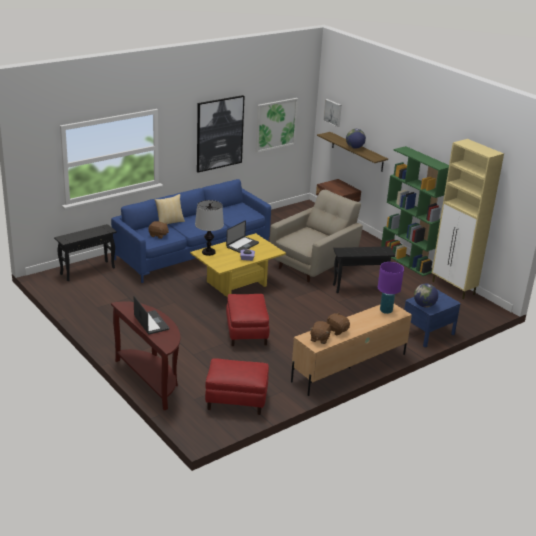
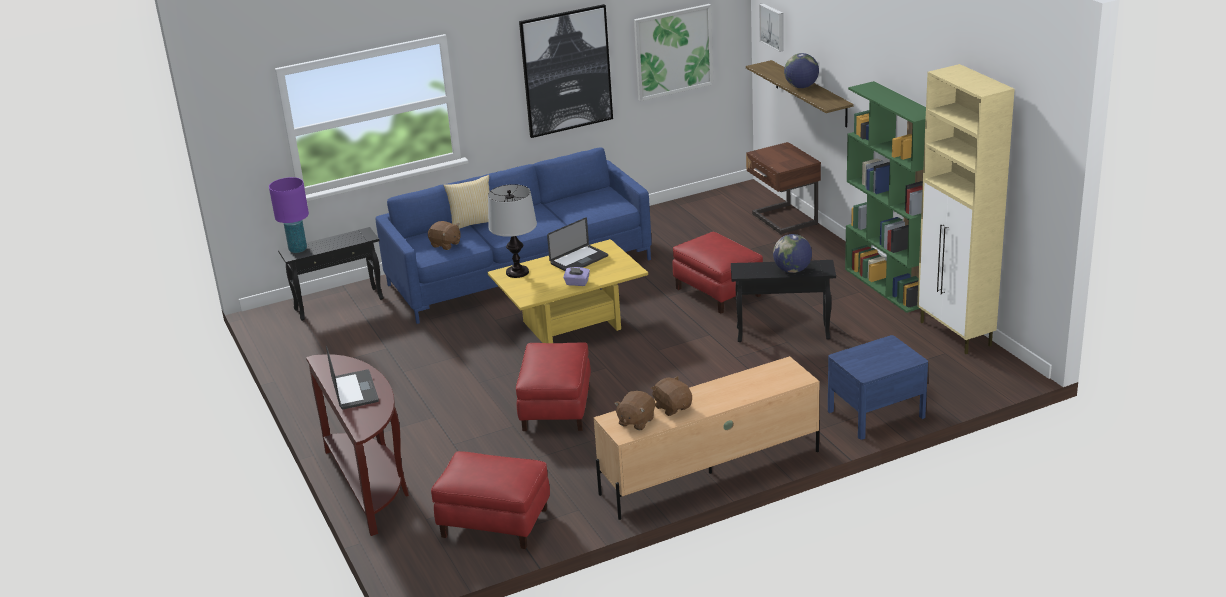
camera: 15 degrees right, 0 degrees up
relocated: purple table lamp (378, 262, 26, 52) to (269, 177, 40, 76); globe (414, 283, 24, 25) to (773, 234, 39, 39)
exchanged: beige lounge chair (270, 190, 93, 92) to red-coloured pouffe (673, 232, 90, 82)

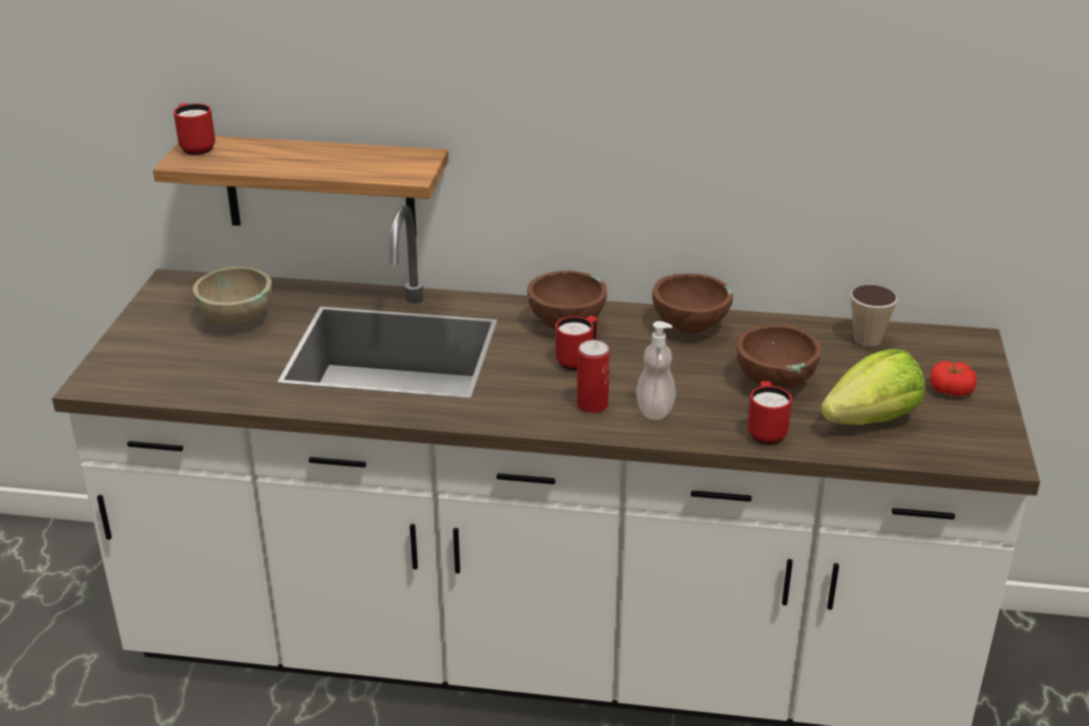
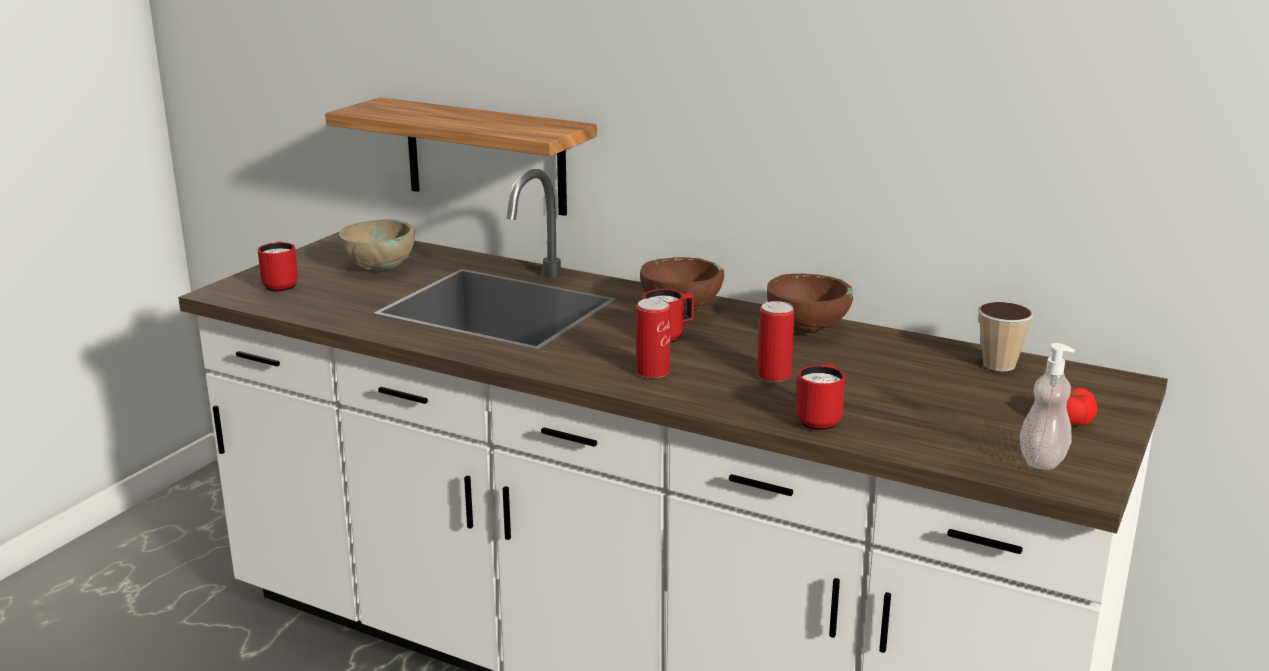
camera: 20 degrees right, 10 degrees down
missing: brown-coloured deep dish (737, 324, 85, 65); head of lettuce (821, 349, 104, 76)
appeared: metal can (757, 301, 37, 81)
relocated: red-coloured tea mug (174, 103, 41, 52) to (258, 242, 40, 50); soap bottle (636, 321, 40, 99) to (1020, 343, 55, 127)

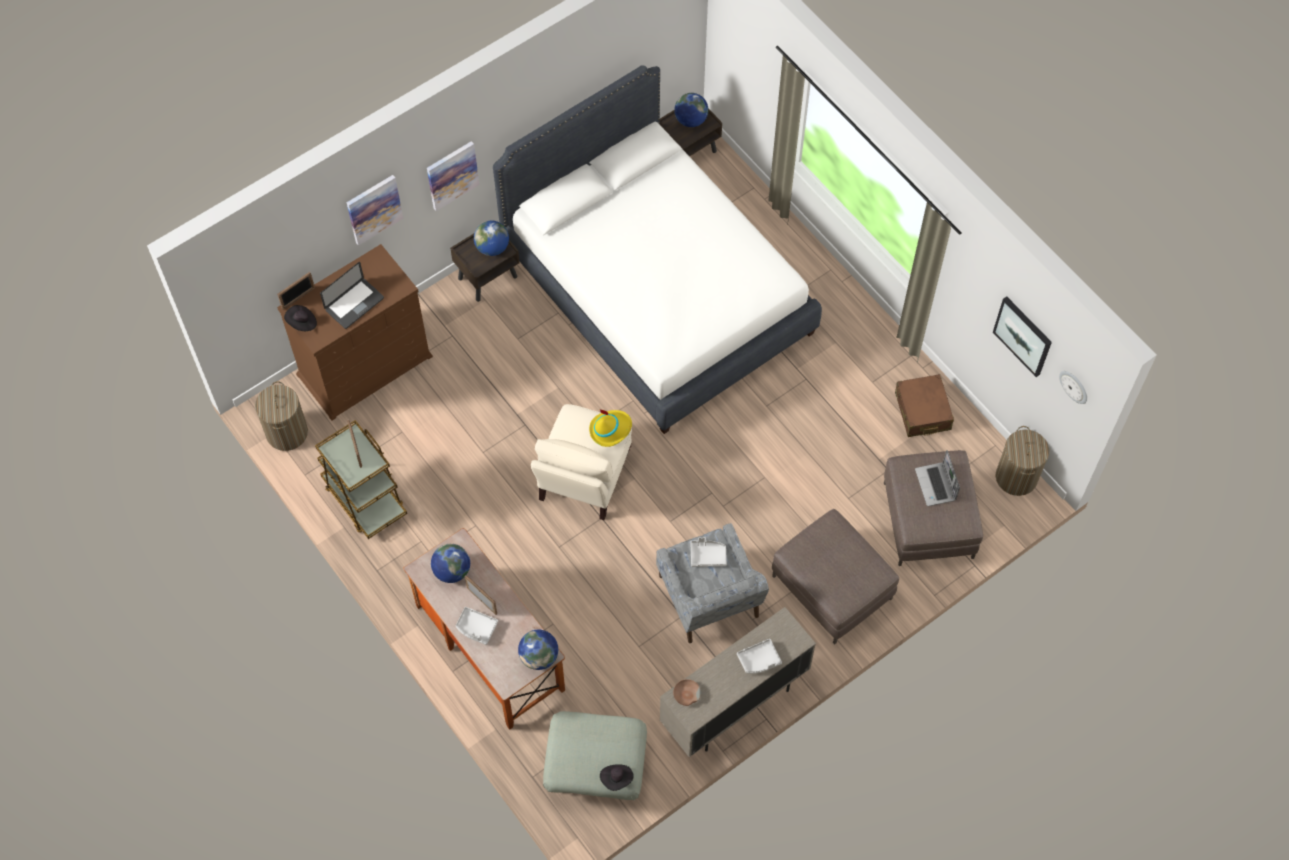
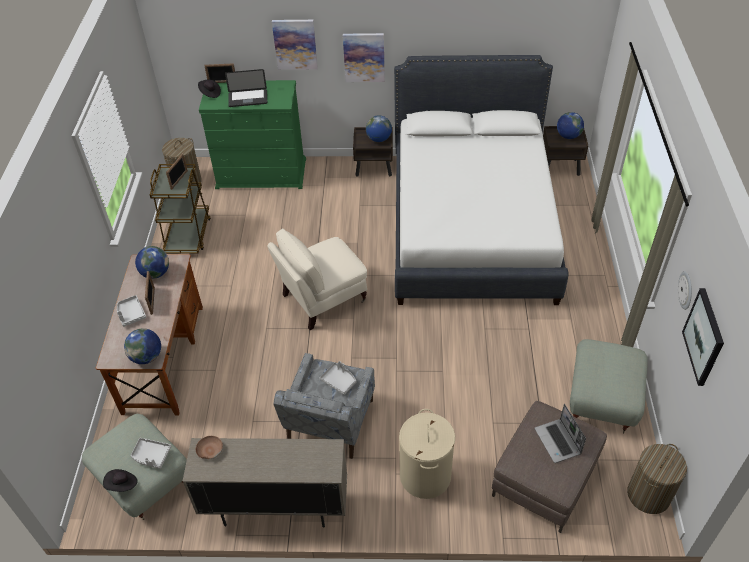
camera: 40 degrees right, 15 degrees down
missing: yellowish wearable hat (589, 409, 43, 38)
relocated: gray carrying tray (737, 639, 45, 35) to (131, 438, 40, 31); hanging clock (1059, 371, 28, 33) to (678, 271, 14, 39)
exchanged: brown-coloured pouffe (772, 509, 127, 135) to beige hamper (399, 409, 56, 90); brown-coloured travel case (895, 374, 59, 63) to gray pouffe (570, 339, 78, 94)
colour: brown-coloured chest of drawers (277, 244, 156, 177) to greenish chest of drawers (199, 80, 107, 109)
spun: notebook computer (915, 450, 45, 56) = (535, 404, 51, 59) 45 degrees counterclockwise

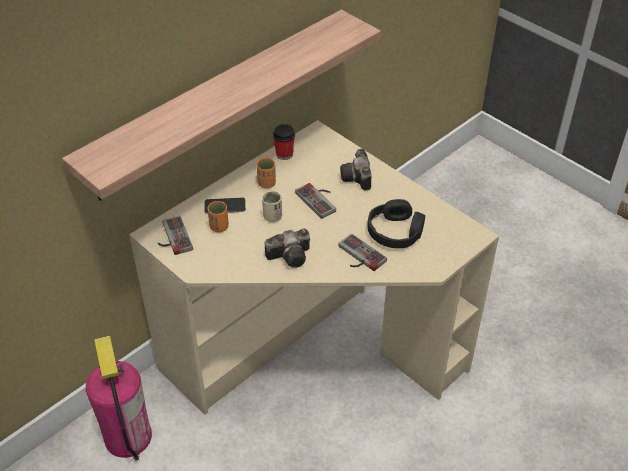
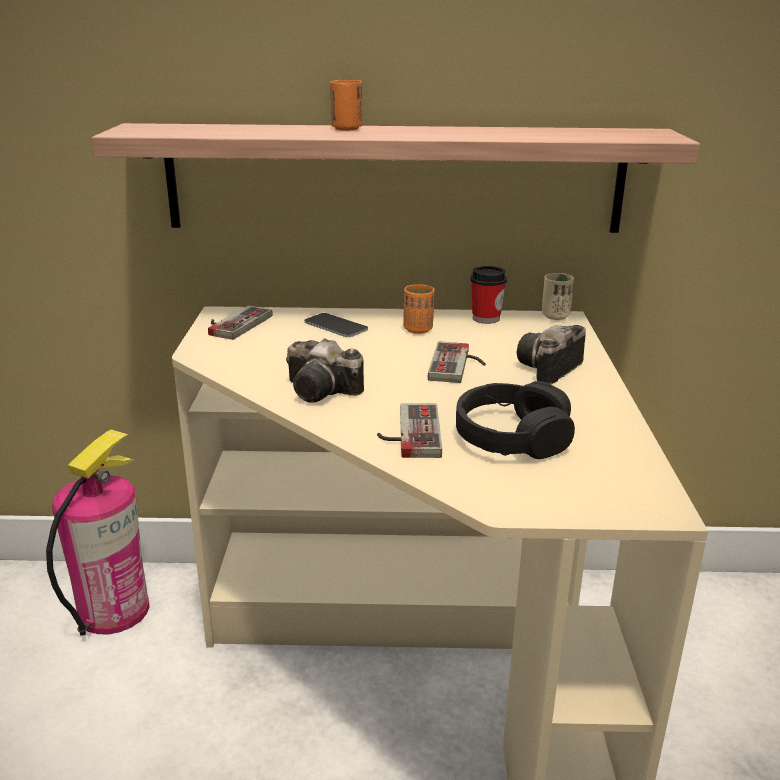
camera: 45 degrees right, 20 degrees down
relocated: orange-coloured cup (207, 201, 22, 31) to (330, 80, 32, 51); beige cup (262, 191, 20, 31) to (542, 273, 32, 47)

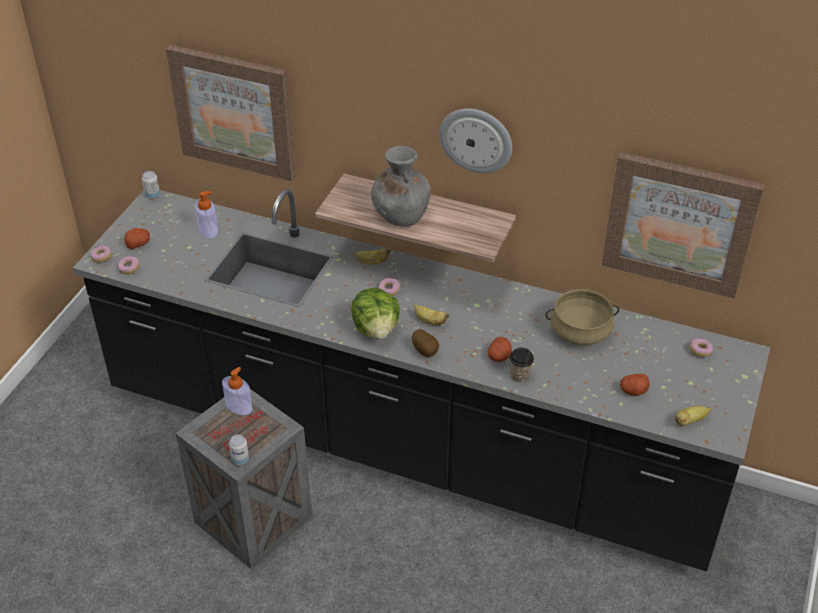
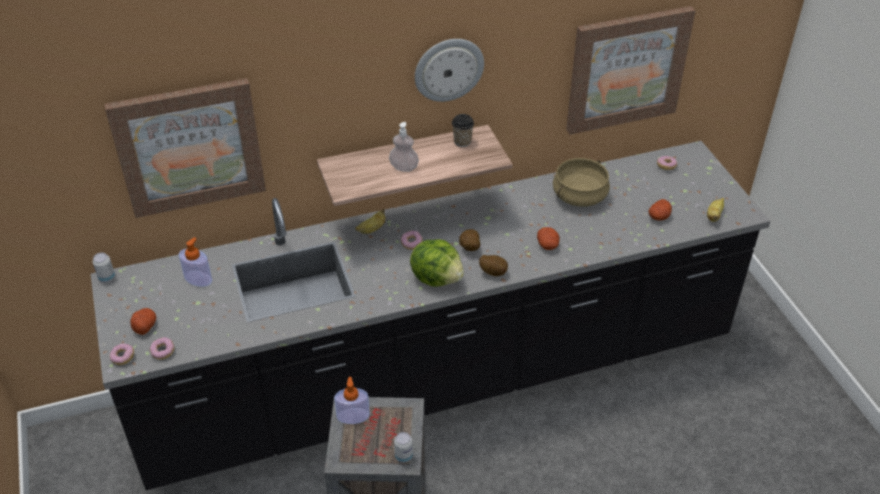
camera: 40 degrees left, 0 degrees up
relocated: cup (509, 348, 25, 35) to (452, 114, 22, 33)
exchanged: gray vase (371, 146, 60, 81) to soap bottle (389, 122, 30, 50); banana (414, 304, 35, 21) to spud (459, 229, 21, 22)

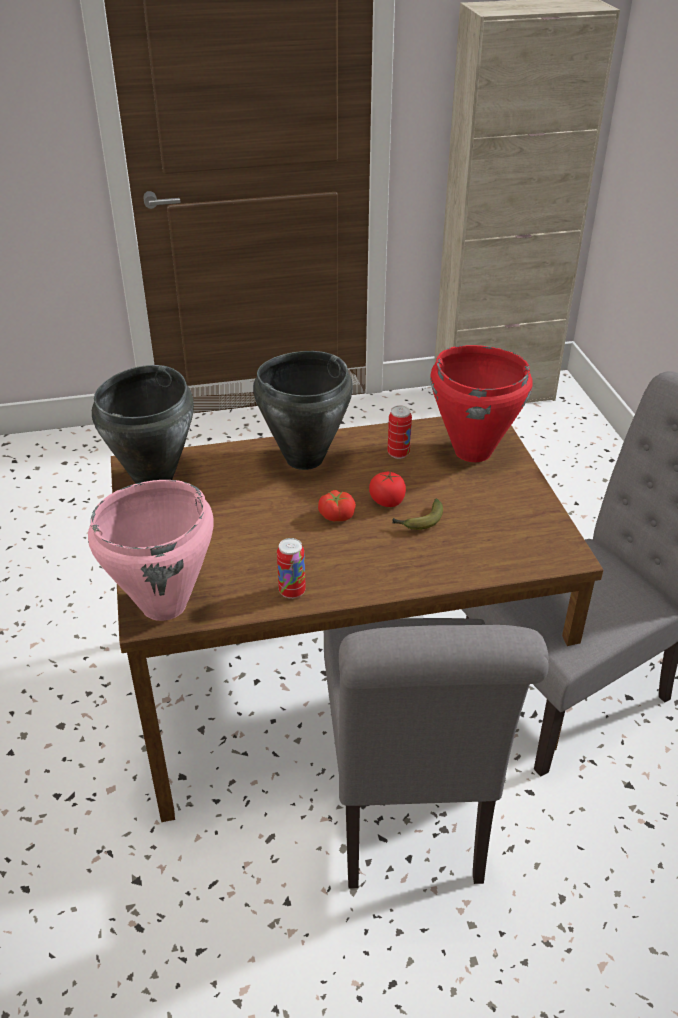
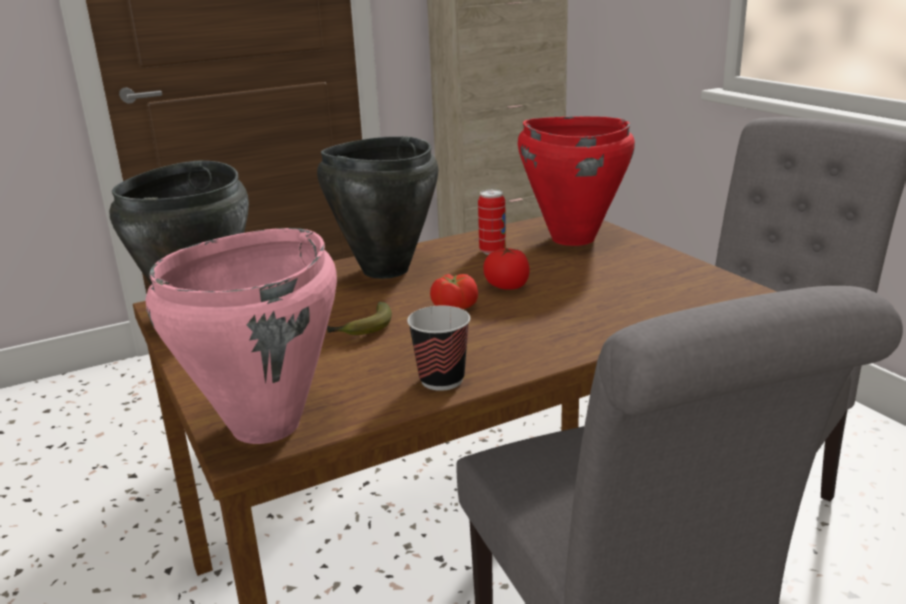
camera: 15 degrees left, 15 degrees down
relocated: banana (392, 499, 51, 31) to (327, 302, 65, 33)
exchanged: metal can (277, 538, 29, 61) to cup (407, 306, 63, 85)

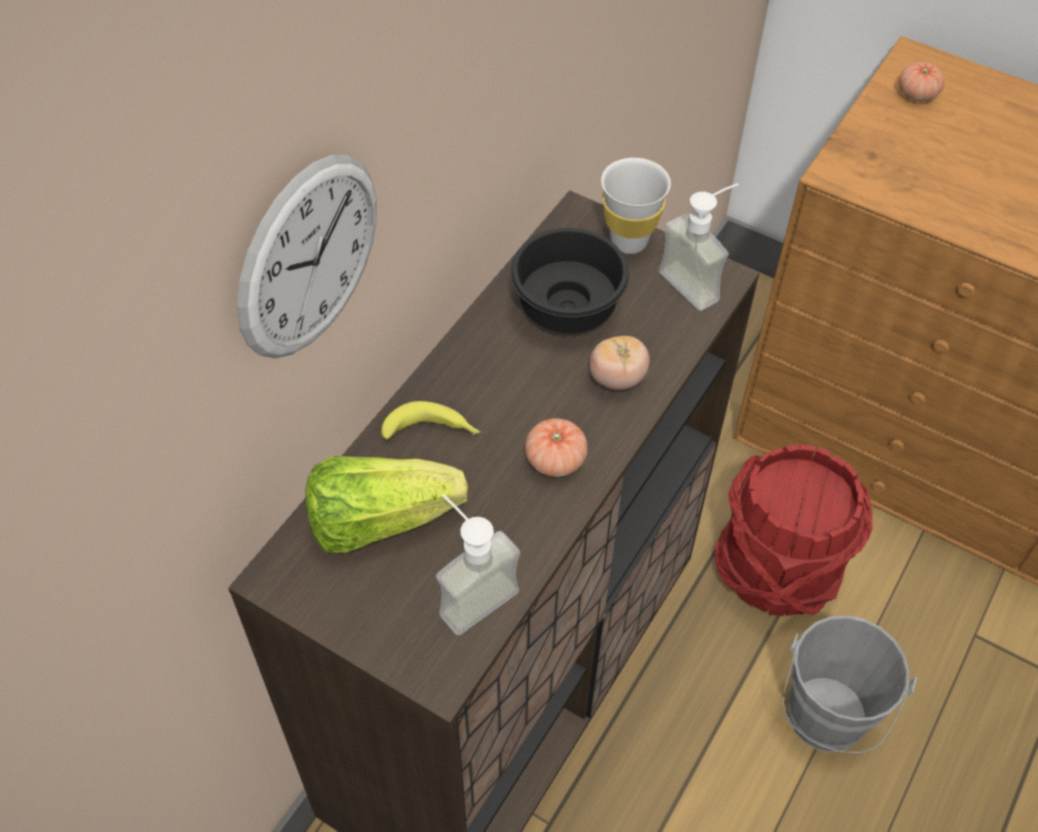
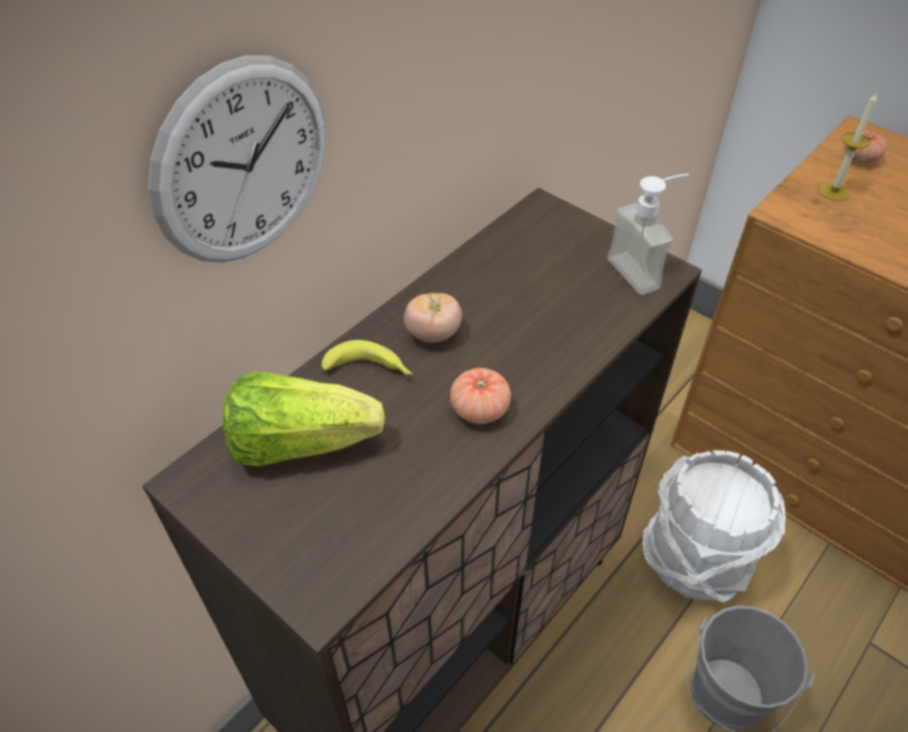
camera: 10 degrees right, 5 degrees down
missing: soap bottle (436, 494, 84, 141); black-coloured deep dish (510, 228, 119, 105); white cup (601, 158, 70, 96)
appeared: wax candle (819, 92, 58, 109)
relocated: fresh tomato (590, 336, 60, 54) to (404, 293, 58, 50)
colour: red-coloured pail (714, 444, 159, 172) to white pail (642, 450, 144, 153)

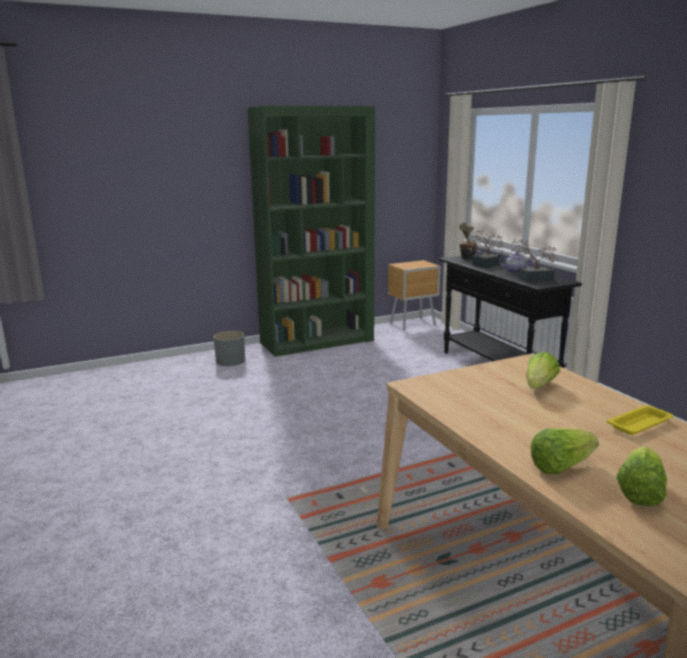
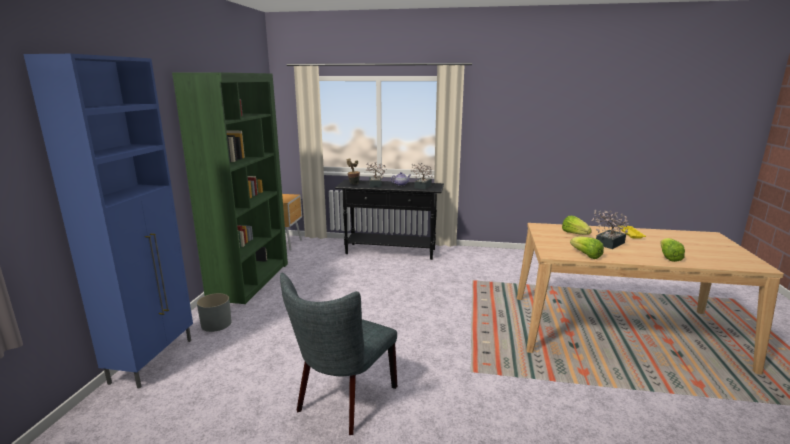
camera: 55 degrees left, 0 degrees up
appeared: blue-coloured cabinet (23, 54, 170, 335); gray plain chair (280, 273, 117, 162); plant in a pot (592, 210, 36, 39)
relocated: head of lettuce (616, 446, 51, 60) to (570, 236, 34, 23)

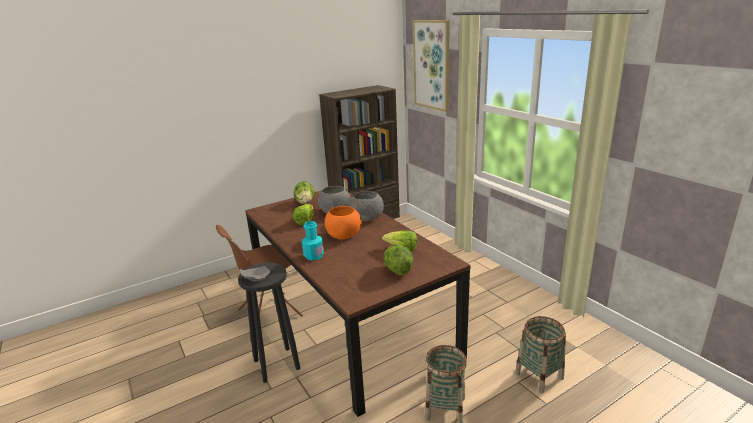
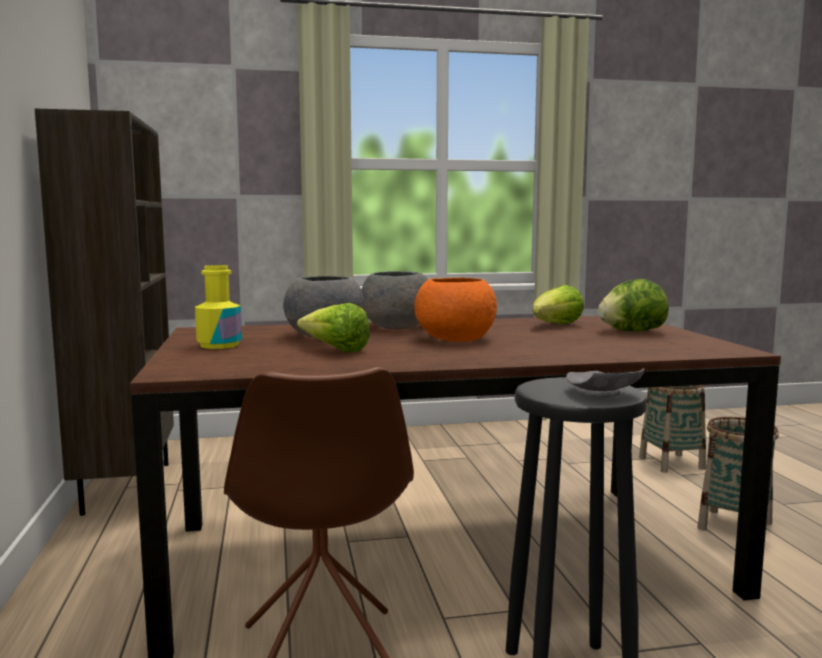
camera: 70 degrees left, 15 degrees down
missing: turquoise-coloured beverage bottle (302, 221, 22, 39); wall picture (413, 20, 37, 92)
exchanged: head of lettuce (294, 181, 21, 23) to yellowish beverage bottle (195, 265, 47, 84)

